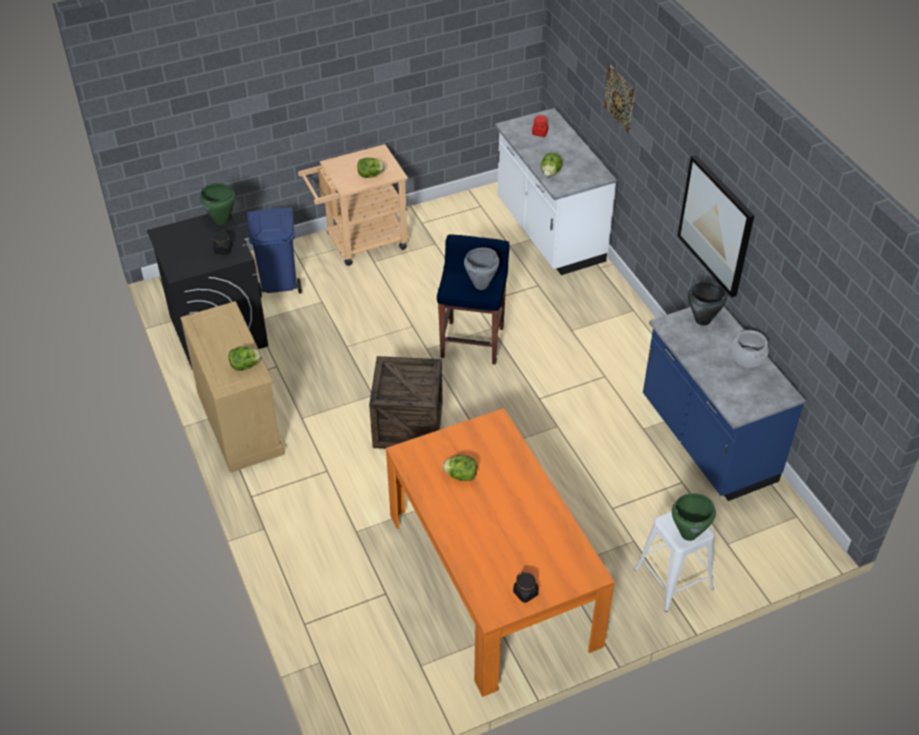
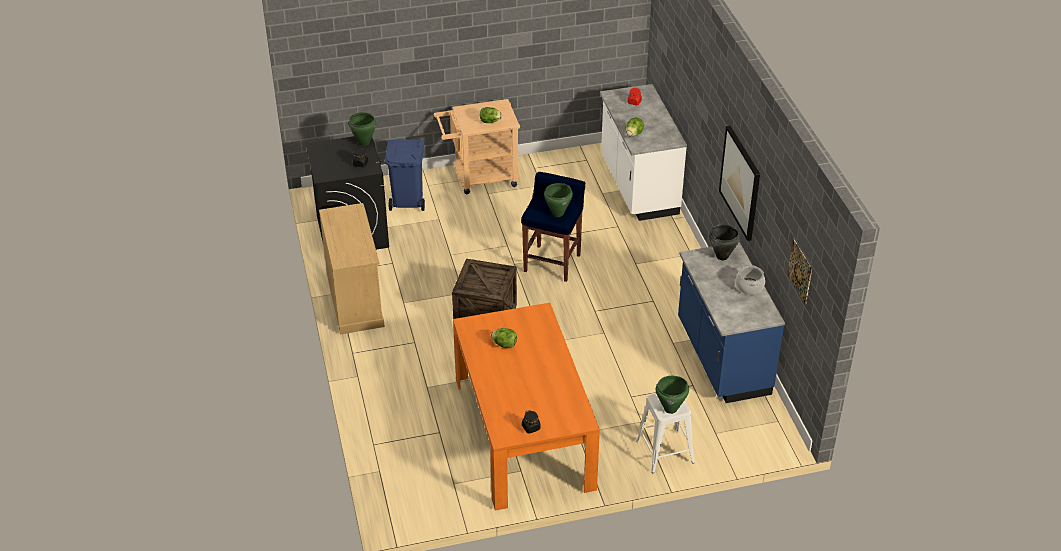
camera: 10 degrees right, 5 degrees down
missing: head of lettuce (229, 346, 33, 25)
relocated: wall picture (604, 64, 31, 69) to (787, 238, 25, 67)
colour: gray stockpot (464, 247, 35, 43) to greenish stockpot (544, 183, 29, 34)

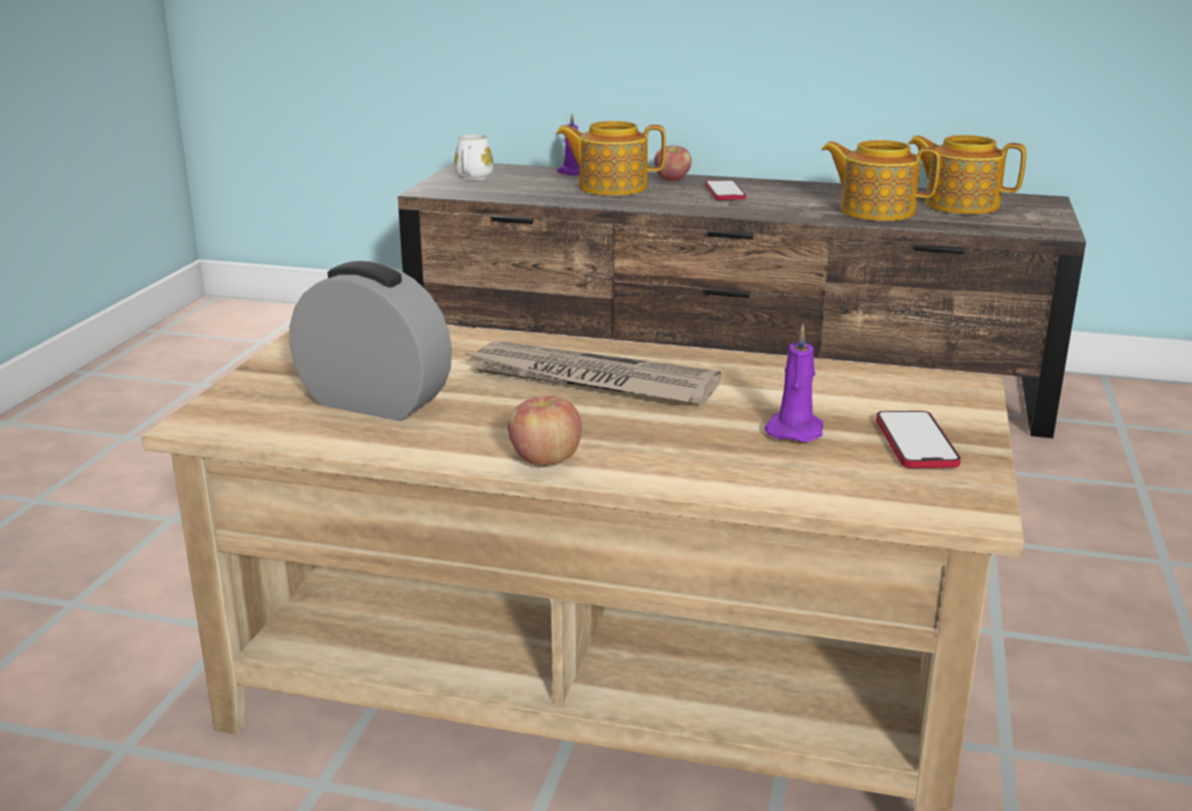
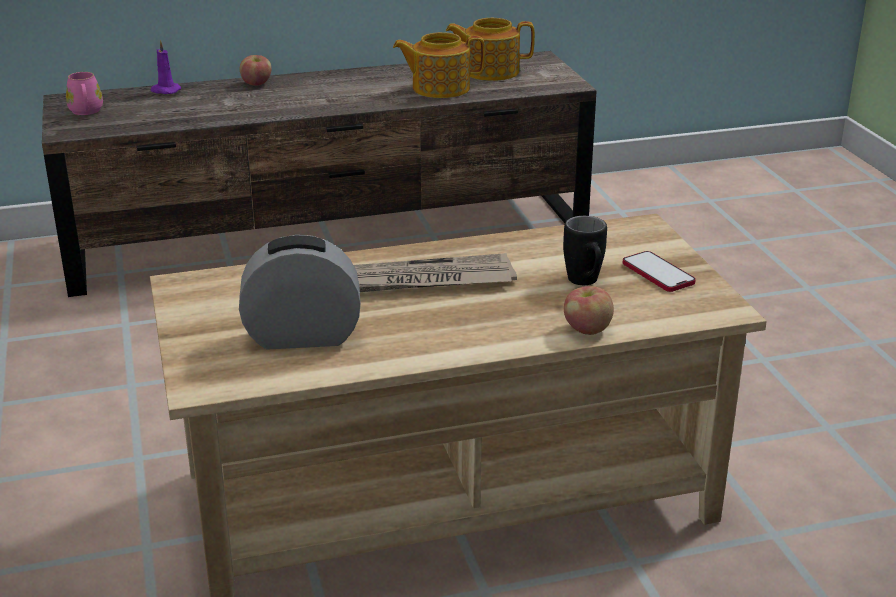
camera: 30 degrees left, 5 degrees up
missing: tea pot (556, 121, 110, 75); handset (705, 180, 41, 20)
relocated: whole apple (508, 396, 74, 70) to (564, 286, 50, 49)
exchanged: purple wax candle (764, 324, 59, 118) to black-coloured tea mug (563, 216, 44, 69)
colour: white tea mug (454, 134, 39, 47) to pink tea mug (66, 72, 37, 43)

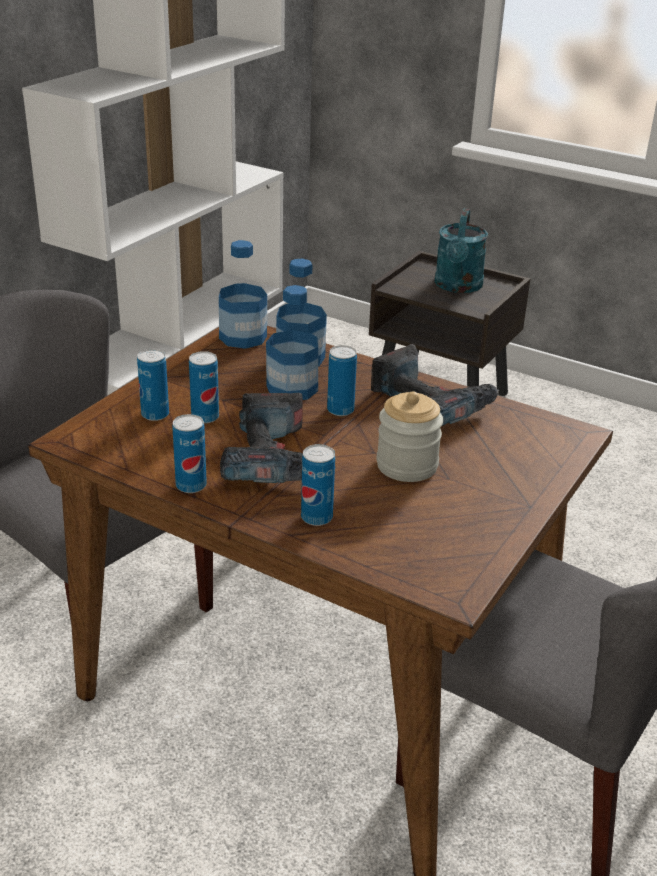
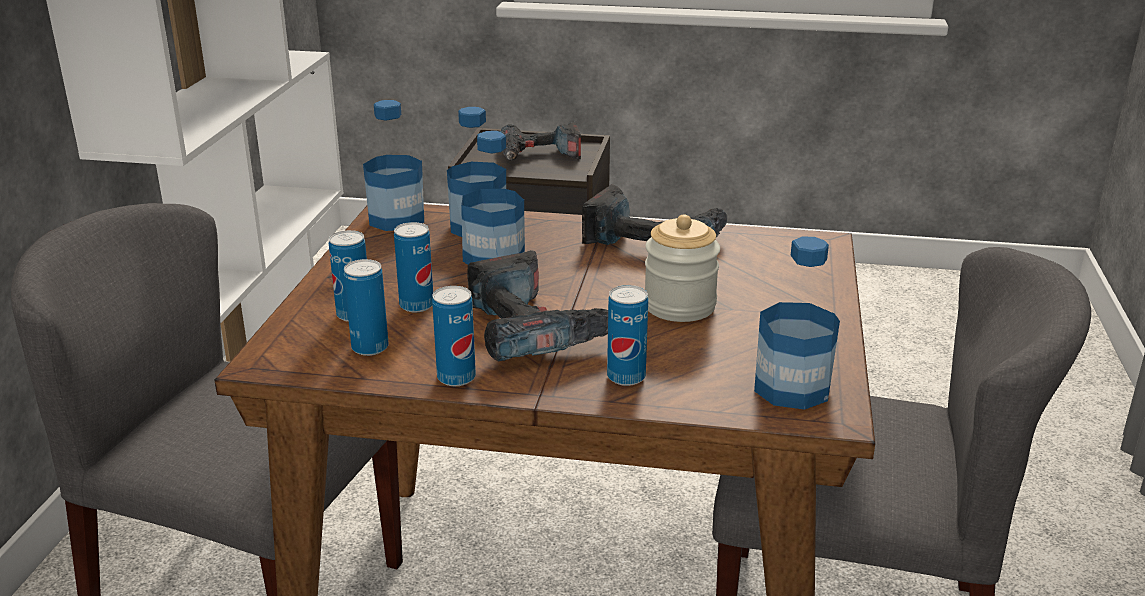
camera: 20 degrees left, 5 degrees down
appeared: beverage bottle (754, 237, 86, 173)
relocated: metal can (327, 345, 30, 71) to (344, 259, 45, 97)
exchanged: turquoise-coloured watering can (435, 208, 53, 85) to electric drill (501, 122, 80, 39)

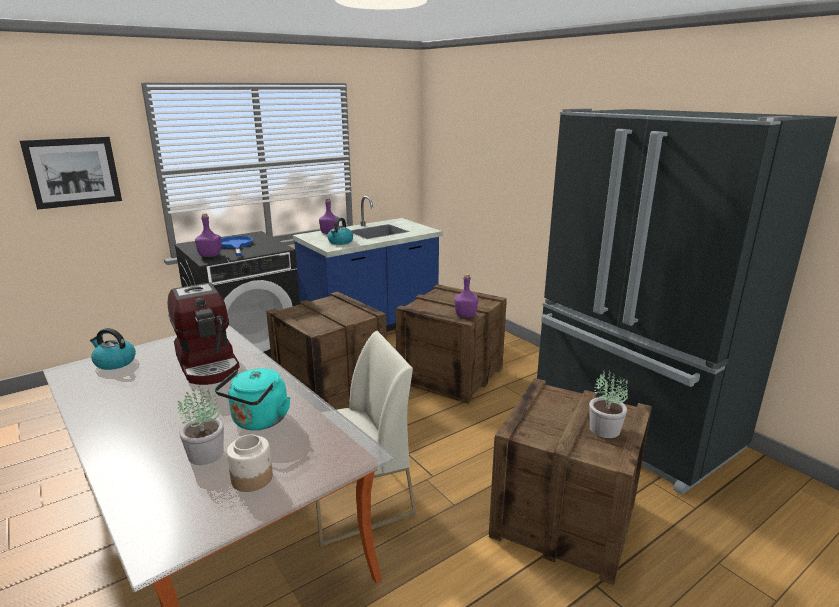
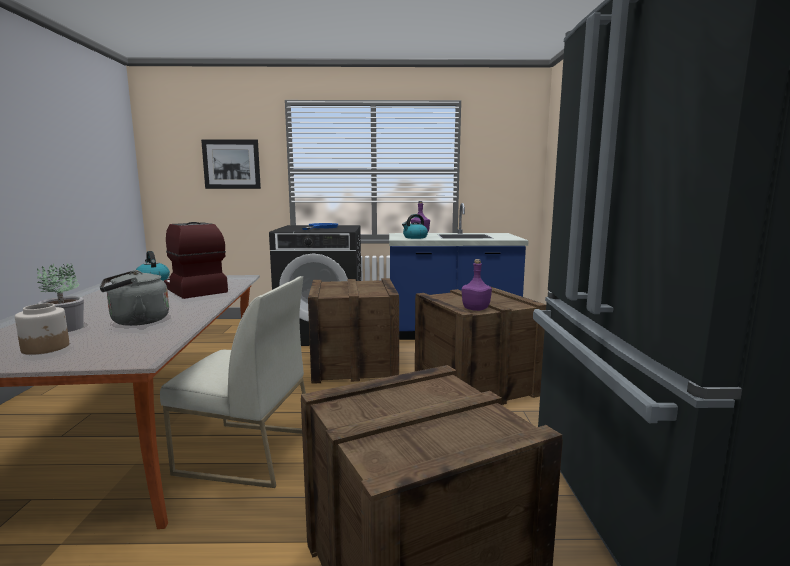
camera: 35 degrees right, 10 degrees down
missing: purple beverage bottle (195, 213, 27, 44); plant in a pot (589, 371, 39, 67)
colour: turquoise-coloured kettle (215, 368, 76, 62) to gray kettle (100, 270, 69, 56)
spun: coffee brewer (168, 282, 72, 103) = (164, 222, 64, 77) 135 degrees clockwise

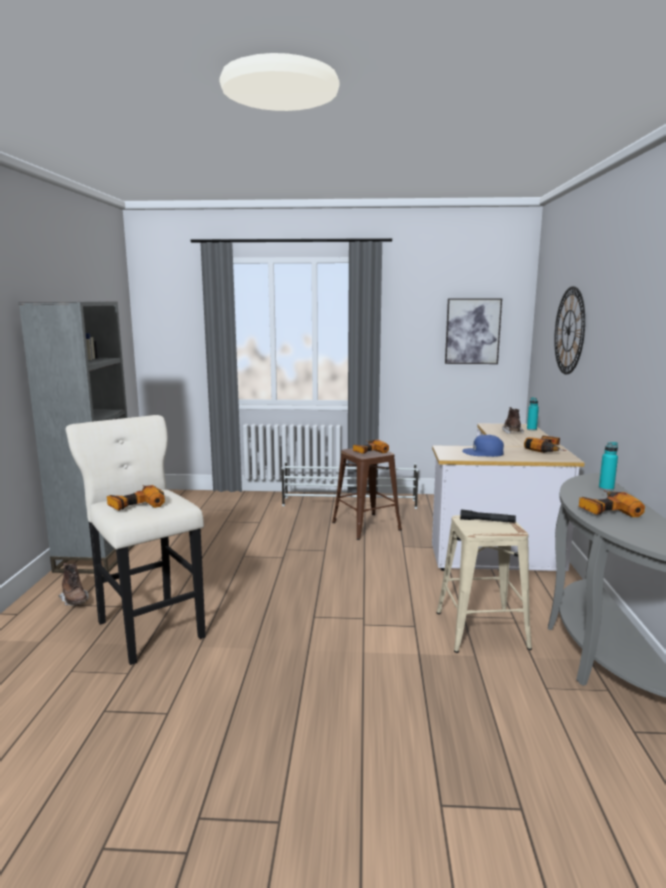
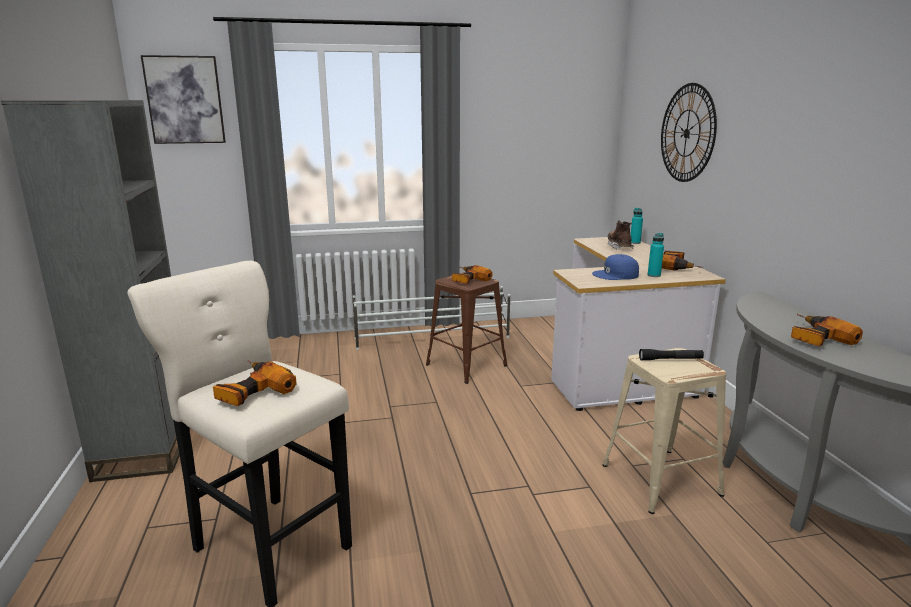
camera: 15 degrees left, 5 degrees up
missing: brown-coloured boot (58, 563, 31, 43)
relocated: wall picture (445, 298, 57, 66) to (141, 55, 85, 89); turquoise-coloured beverage bottle (599, 442, 19, 49) to (648, 233, 16, 44)

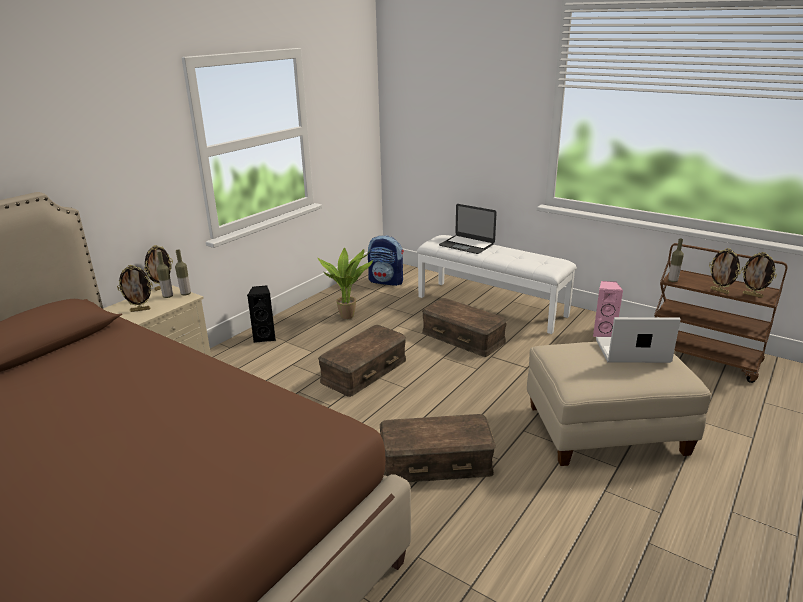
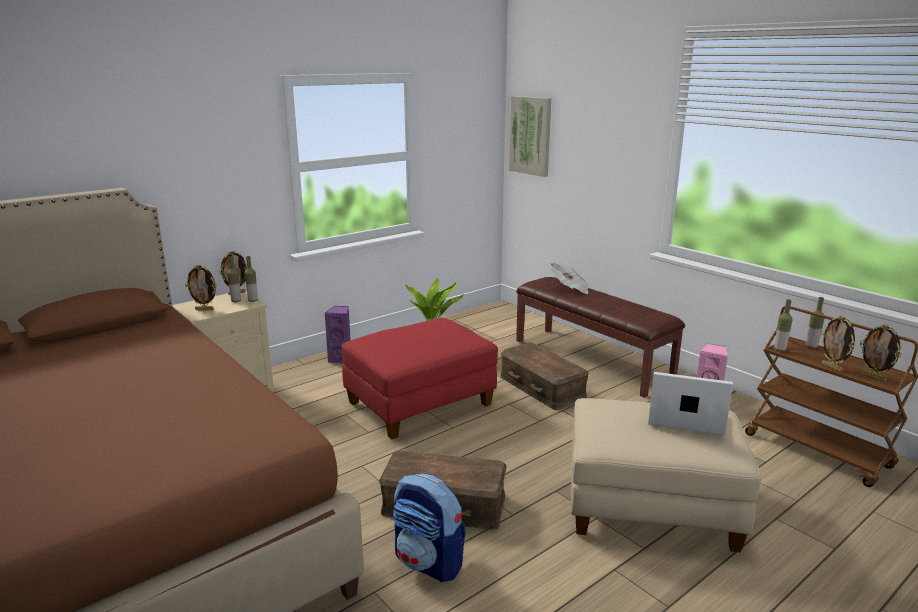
camera: 15 degrees right, 5 degrees down
appeared: wall picture (509, 96, 42, 81); beverage bottle (806, 297, 18, 52)
relocated: rucksack (368, 235, 36, 51) to (393, 473, 73, 109)
exchanged: brown-coloured storage bin (318, 325, 88, 72) to red-coloured pouffe (342, 318, 156, 122); notebook computer (439, 204, 58, 50) to newspaper (550, 263, 39, 31)
colour: black-coloured speaker (247, 285, 29, 58) to purple speaker (324, 306, 27, 57); white bench (417, 235, 160, 99) to brown-coloured bench (516, 277, 169, 121)

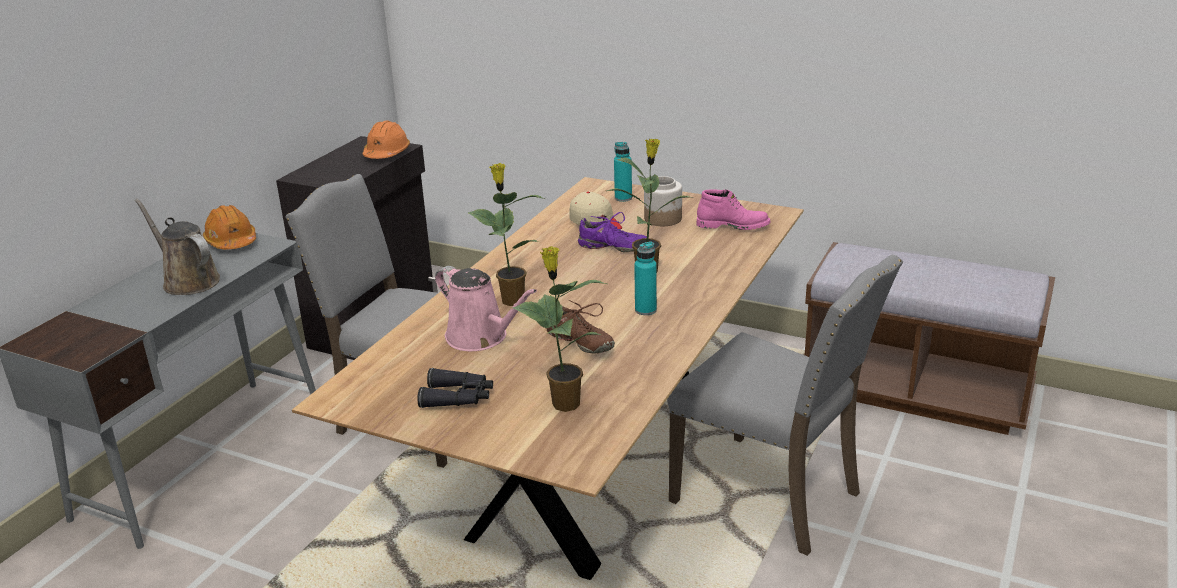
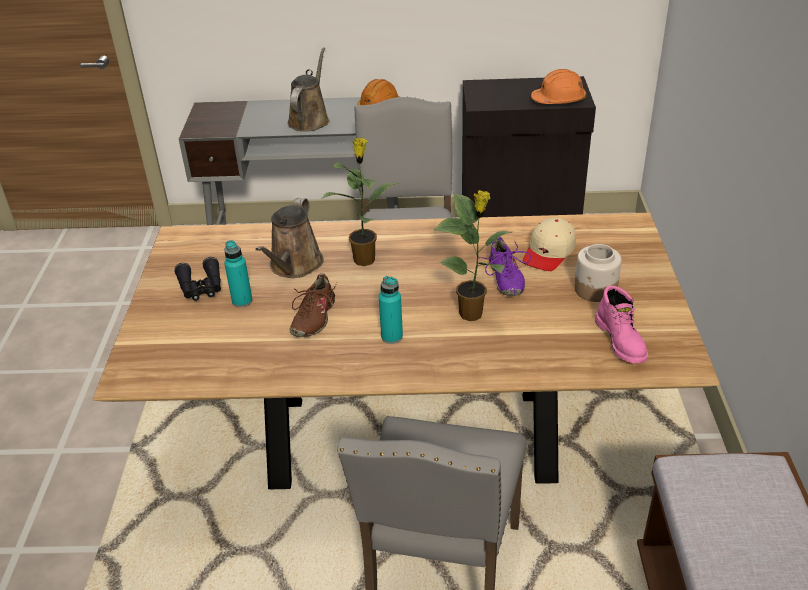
camera: 65 degrees right, 10 degrees up
missing: plant in a pot (513, 246, 94, 166)
relocated: turquoise-coloured beverage bottle (614, 142, 18, 60) to (224, 240, 28, 67)
colour: pink watering can (435, 266, 102, 85) to brown-coloured watering can (255, 198, 69, 80)

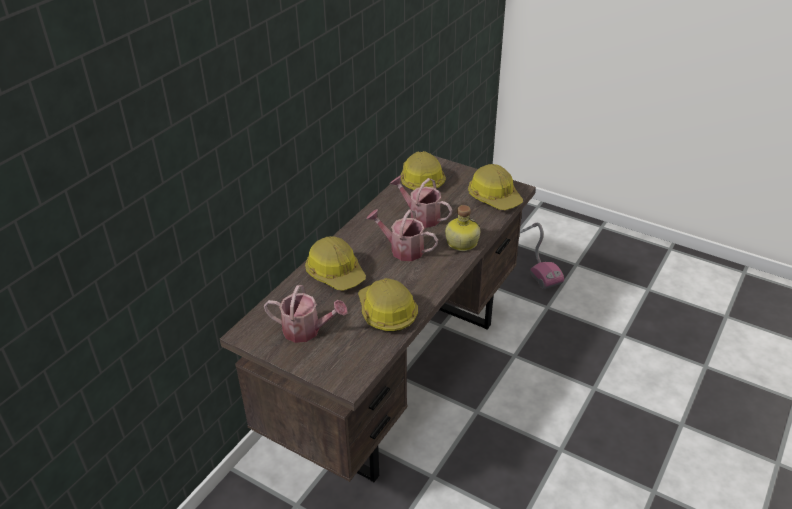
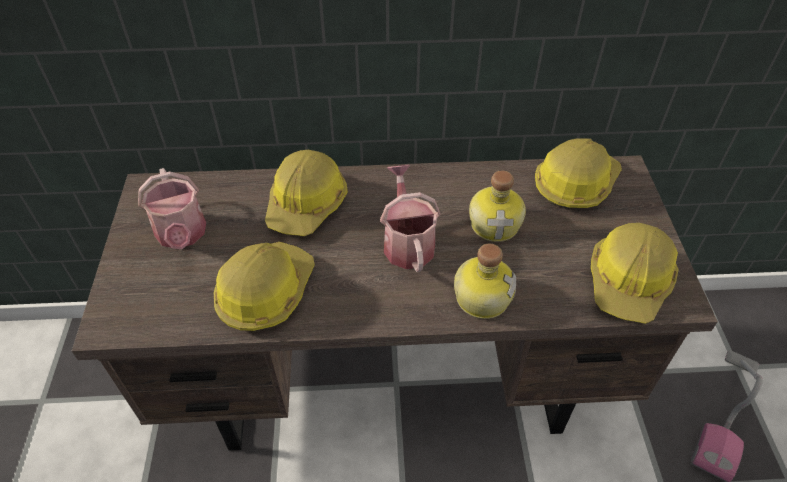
camera: 55 degrees right, 10 degrees up
exchanged: watering can (390, 176, 62, 52) to beverage bottle (469, 170, 57, 72)

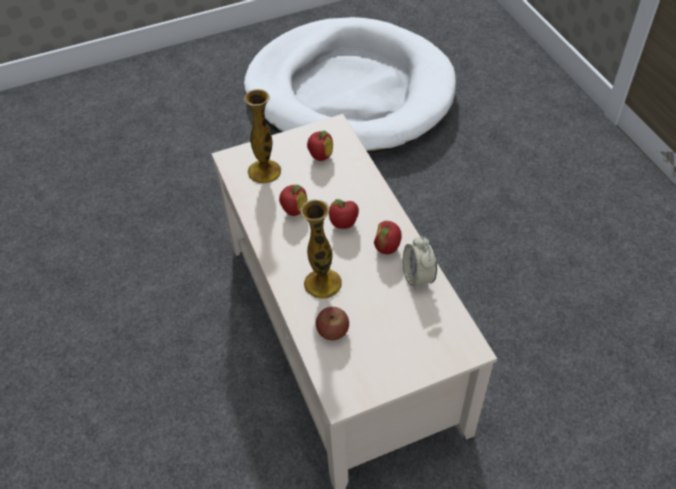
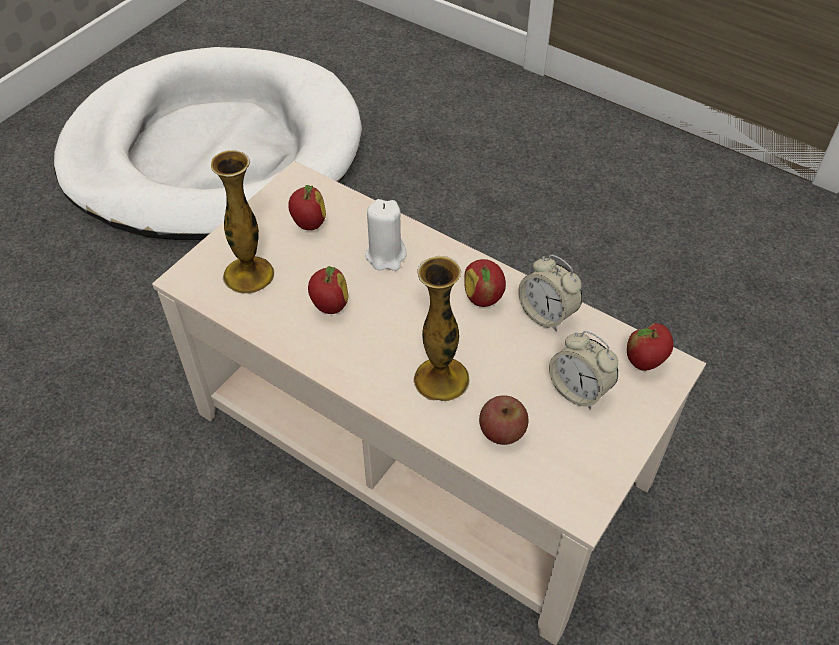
camera: 35 degrees left, 0 degrees up
appeared: white wax candle (365, 199, 41, 72); table clock (549, 331, 69, 78)
relocated: whole apple (329, 199, 30, 30) to (627, 323, 46, 48)

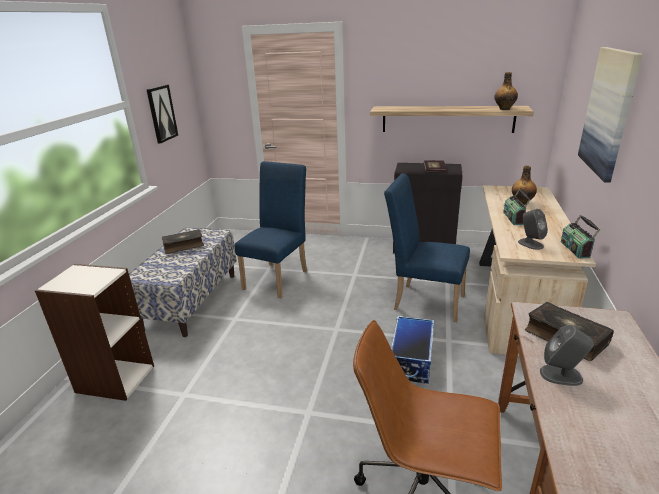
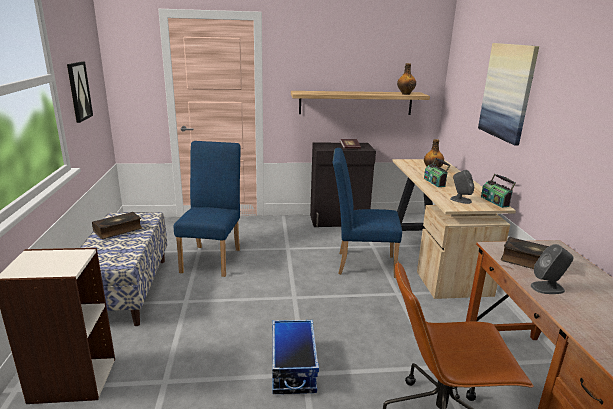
camera: 20 degrees left, 5 degrees down
relocated: storage bin (391, 316, 44, 68) to (272, 320, 47, 74)

